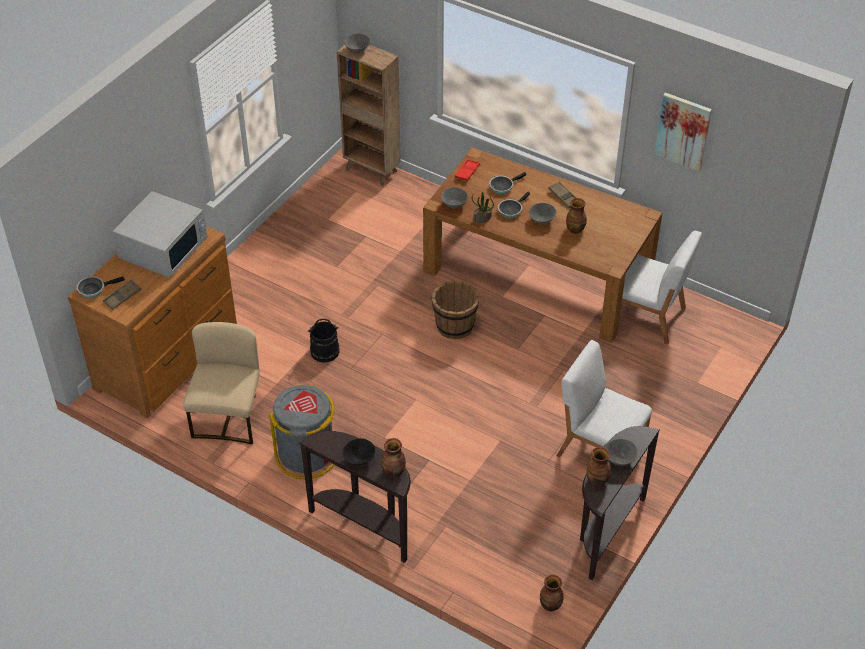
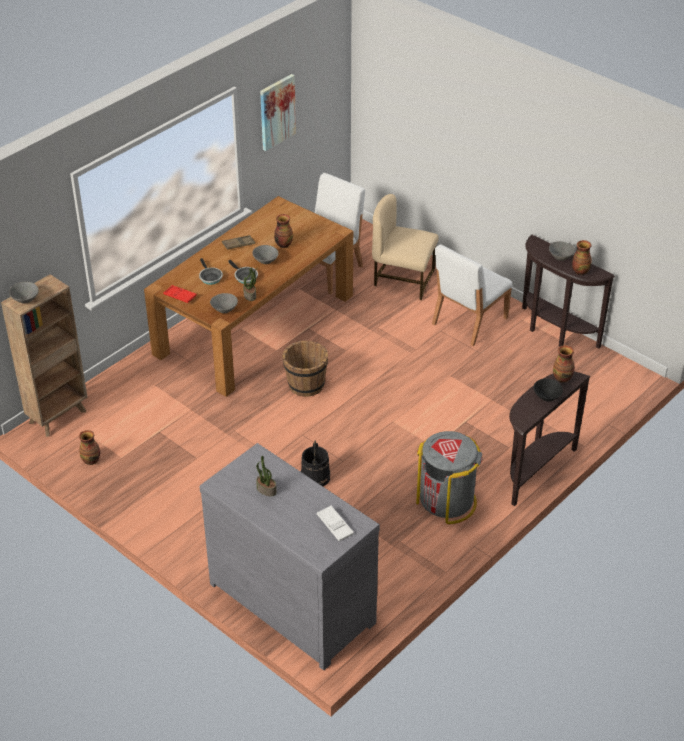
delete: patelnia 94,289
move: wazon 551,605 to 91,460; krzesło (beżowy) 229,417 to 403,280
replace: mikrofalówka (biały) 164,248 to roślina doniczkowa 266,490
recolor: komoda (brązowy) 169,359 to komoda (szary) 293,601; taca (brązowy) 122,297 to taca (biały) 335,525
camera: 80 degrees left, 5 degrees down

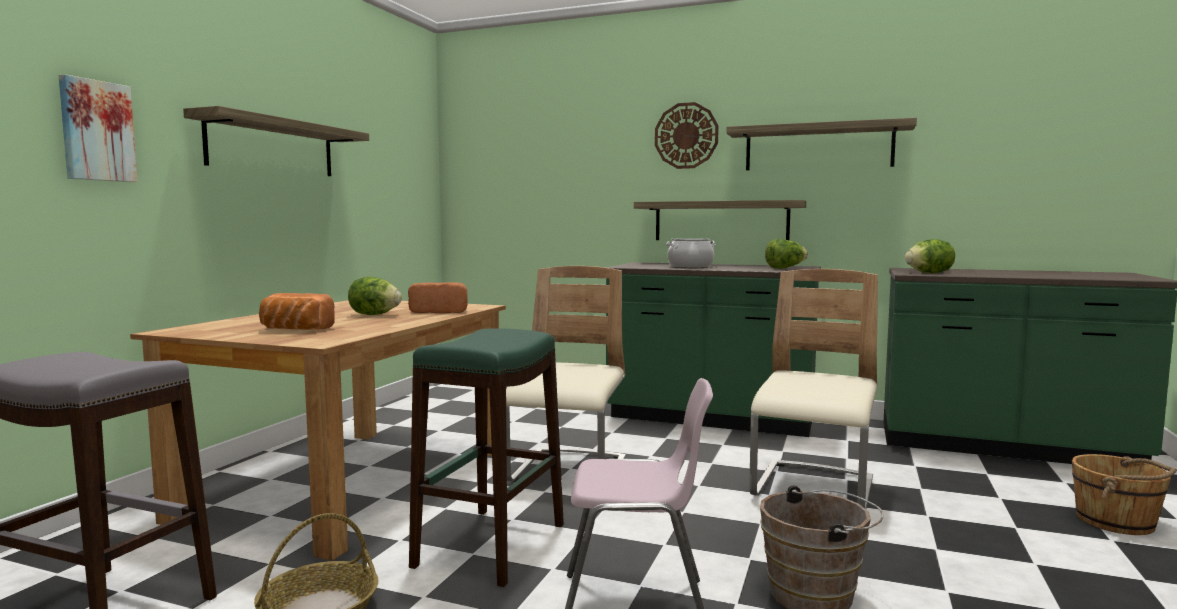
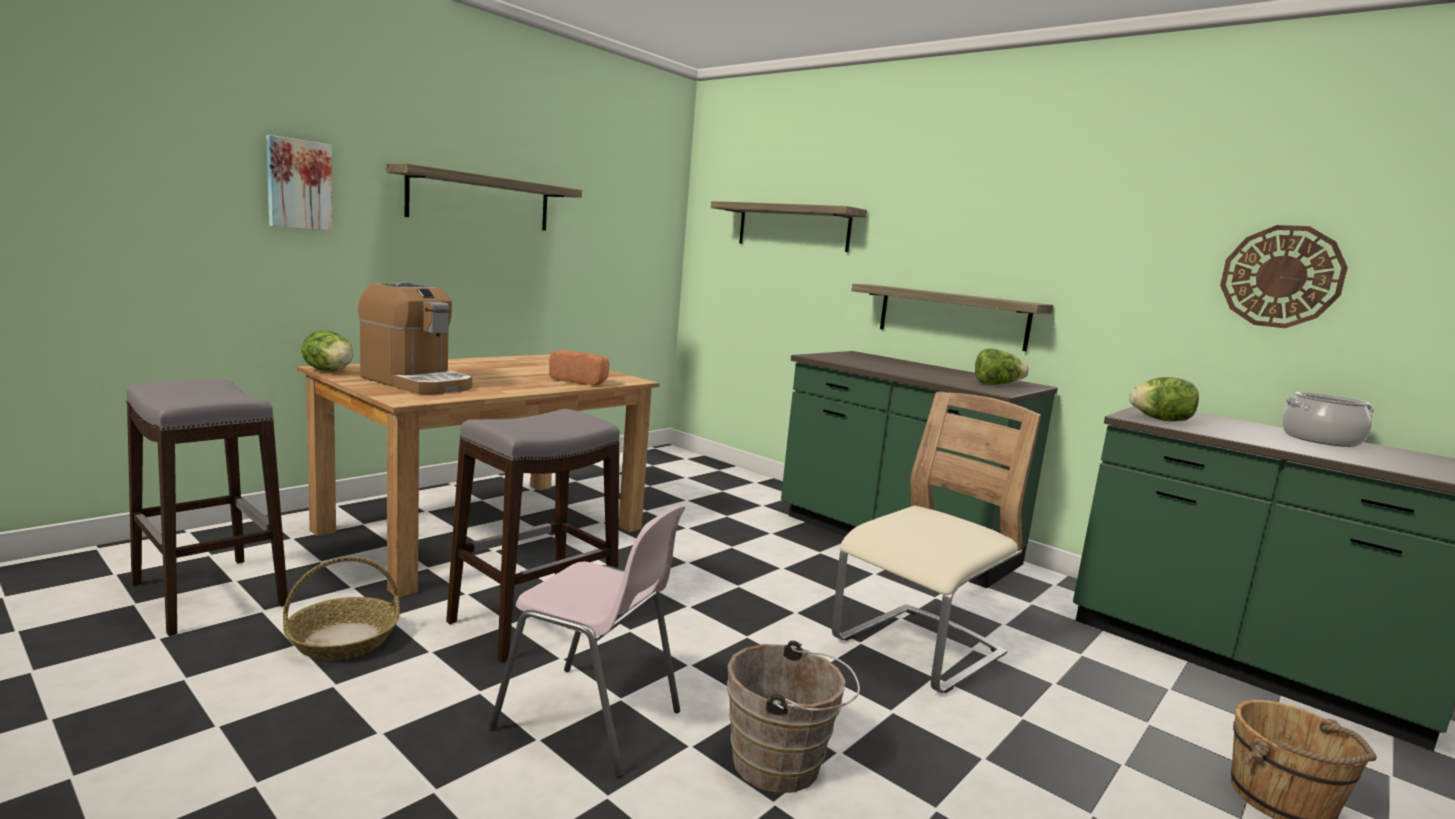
delete: krzesło (beżowy) 568,472
move: sałata 374,315 to 329,371; półka 818,147 to 793,227; zegar ścienny 686,136 to 1281,276; garnek 690,267 to 1321,440
replace: chleb 294,330 to ekspres do kawy 416,382
recolor: stołek (zielony) 491,545 to stołek (szary) 533,620
camera: 20 degrees right, 5 degrees up

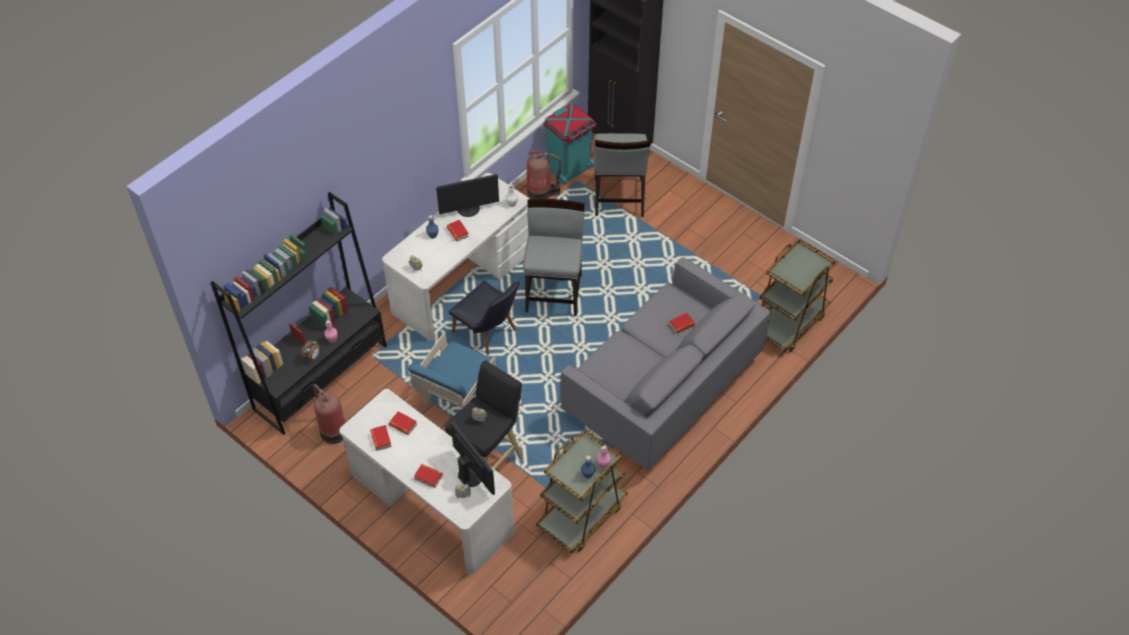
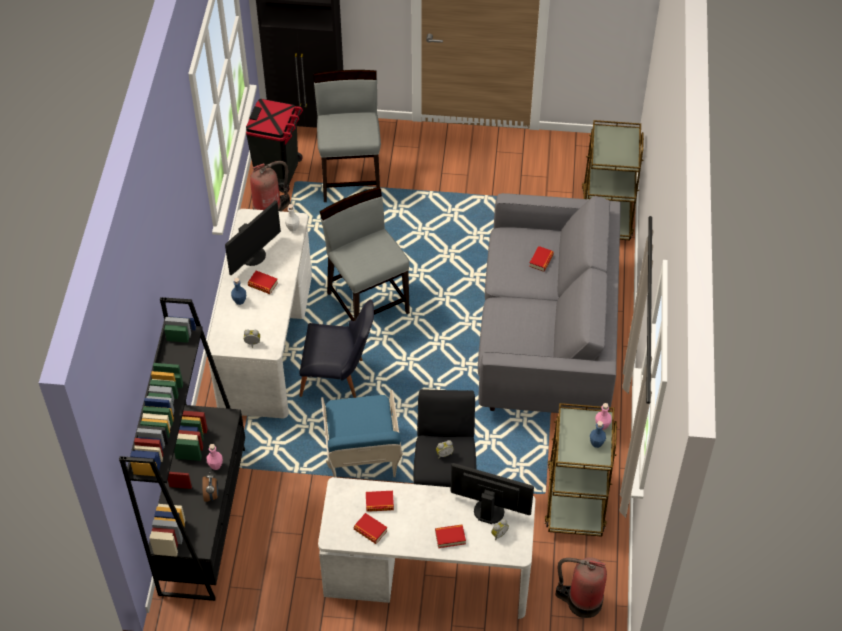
move: gaśnica 332,430 to 581,601
recolor: kosz na śmieci (turkusowy) 569,169 to kosz na śmieci (czarny) 278,174
rotate: krzesło (szary) 618,198 = 351,178 150 degrees counterclockwise
camera: 35 degrees left, 0 degrees up

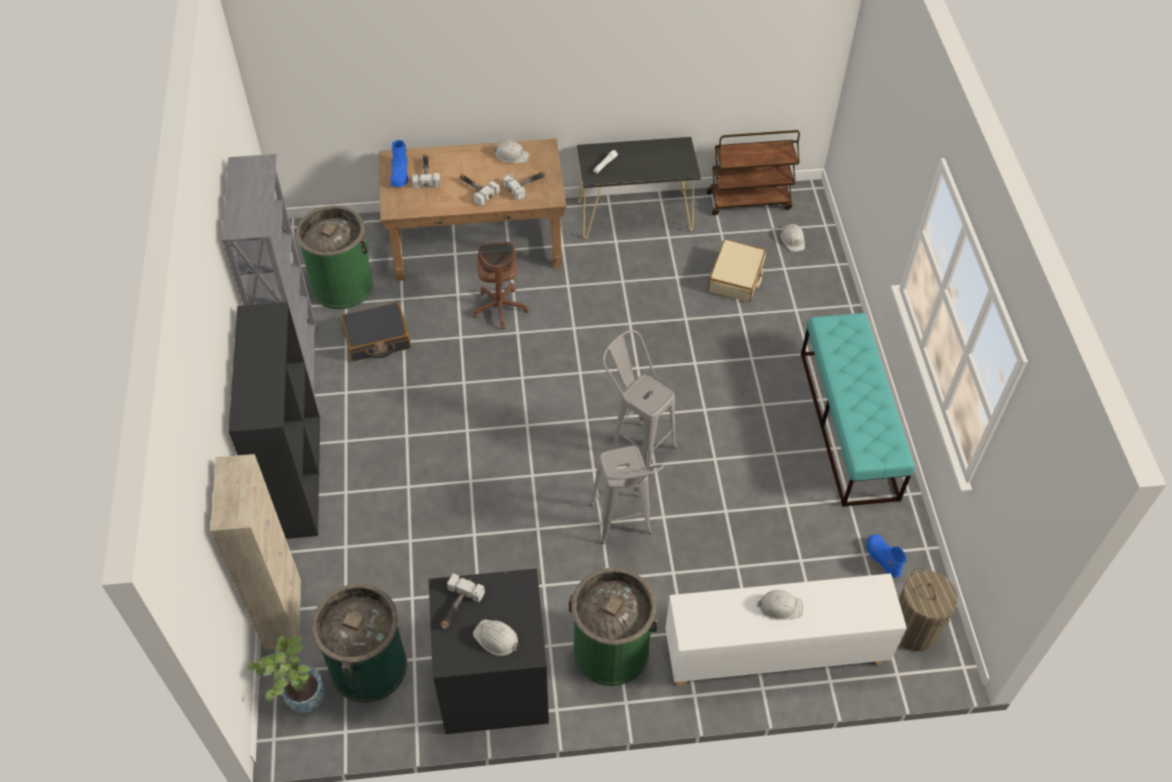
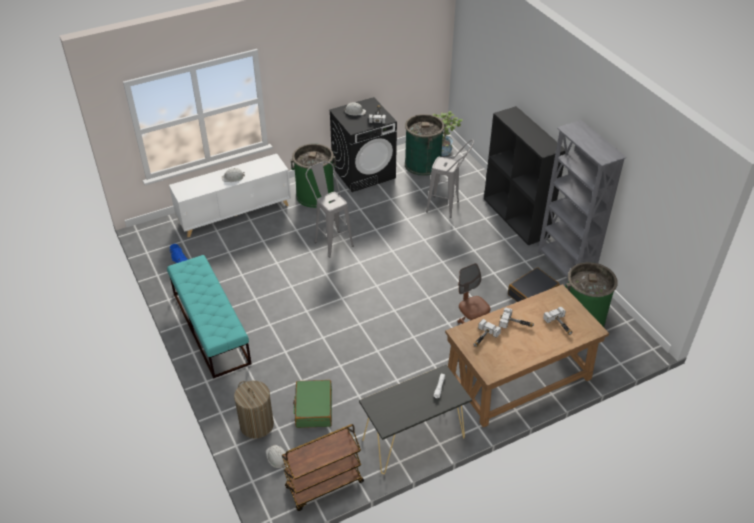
delete: szafka (beżowy) 283,614; but z cholewką (niebieski) 400,174; kask (biały) 511,155
move: kosz na pranie 913,628 to 256,424; stołek (szary) 635,444 to 448,208
recolor: walizka (beżowy) 736,277 to walizka (zielony) 313,408
camera: 160 degrees right, 10 degrees down

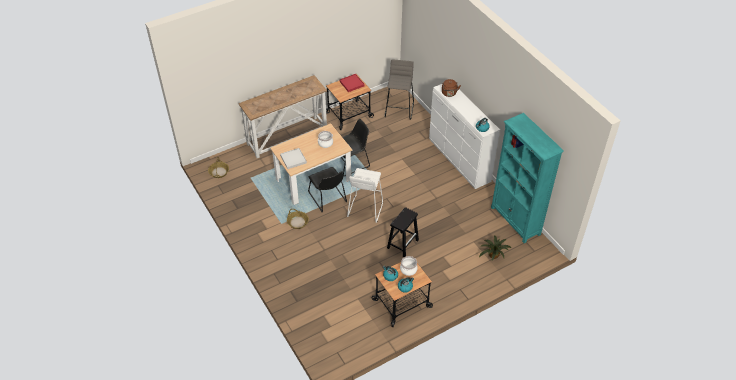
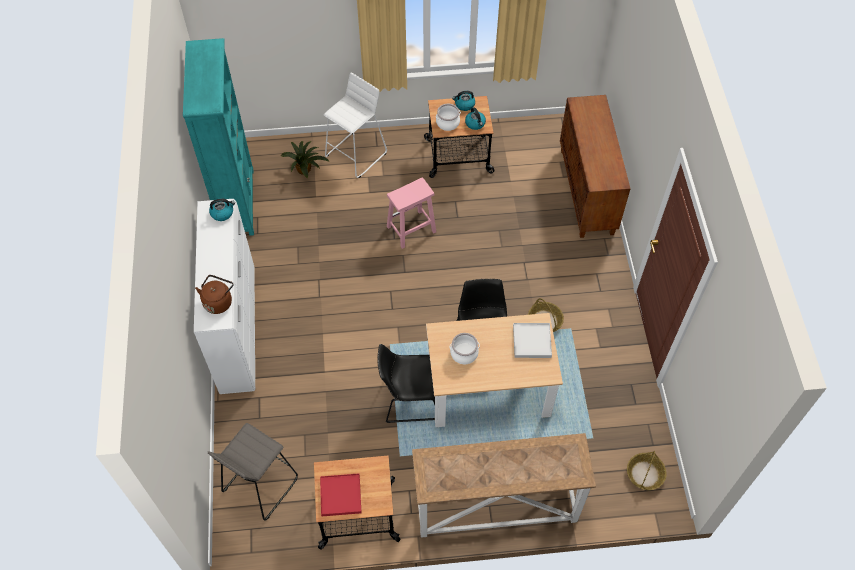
insert: szafka (brązowy) 587,192
move: stołek (biały) 365,209 to 356,154
recolor: stołek (czarny) 403,243 to stołek (różowy) 410,229
camera: 155 degrees left, 10 degrees up

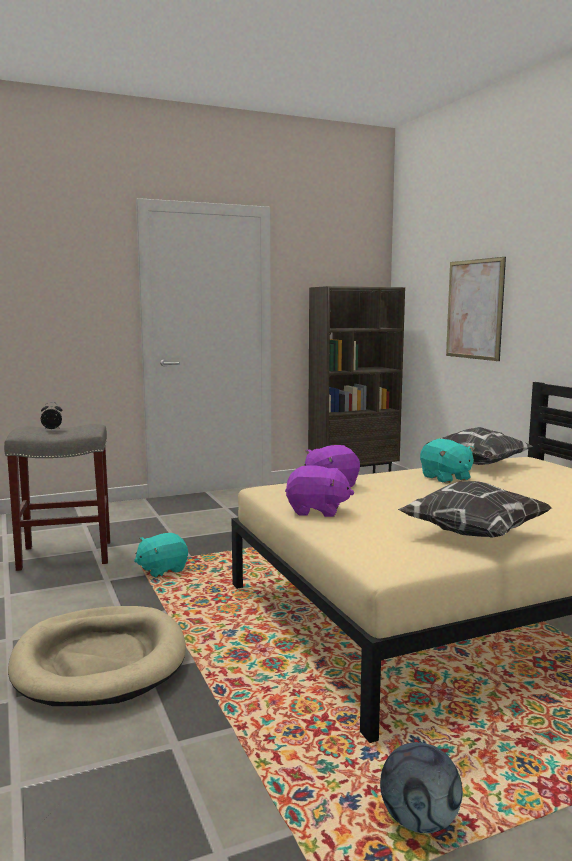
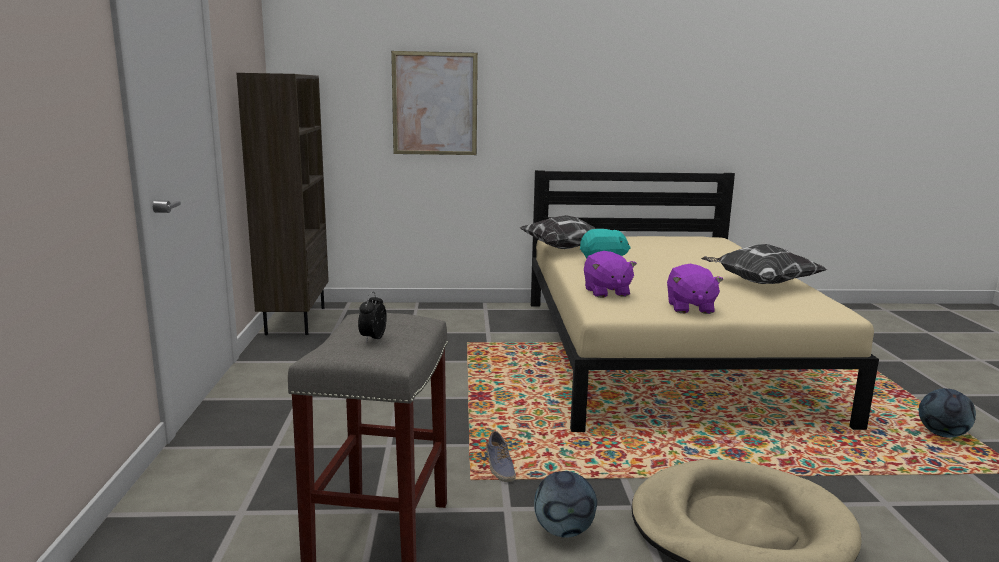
insert: piłka futbolowa 563,531
replace: pluszak (turkusowy) 162,570 to but 499,467
rotate: pluszak (fioletowy) 317,511 = 689,308 150 degrees clockwise
camera: 70 degrees left, 5 degrees up

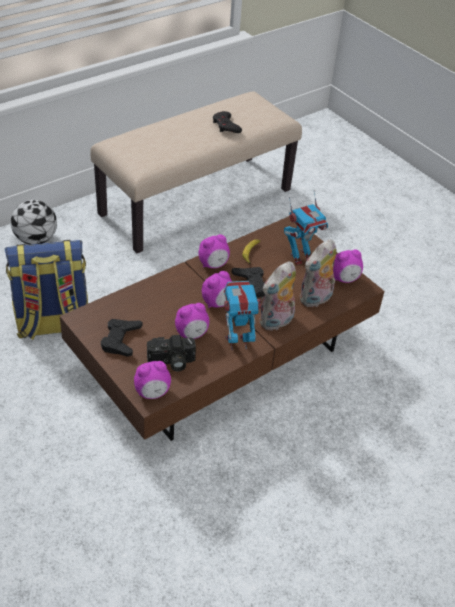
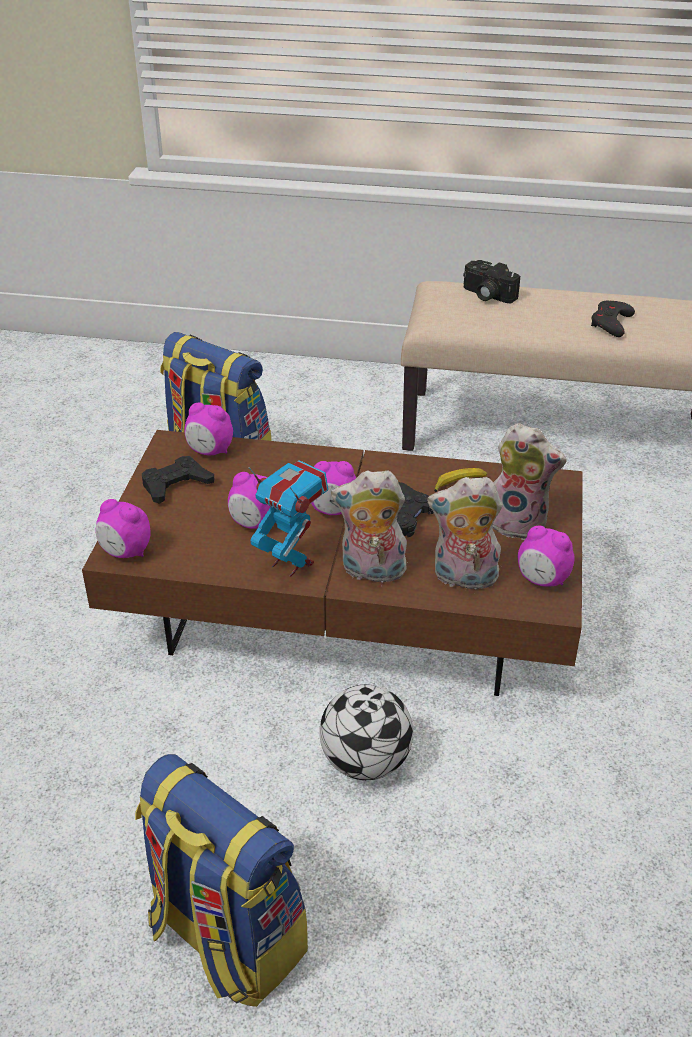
insert: plecak 225,938
move: budzik 213,265 to 210,451; piłka futbolowa 36,240 to 365,763; aparat fotograficzny 171,362 to 486,295
replace: robot zabawkowy 301,257 to pluszak 518,522
camera: 50 degrees right, 5 degrees down

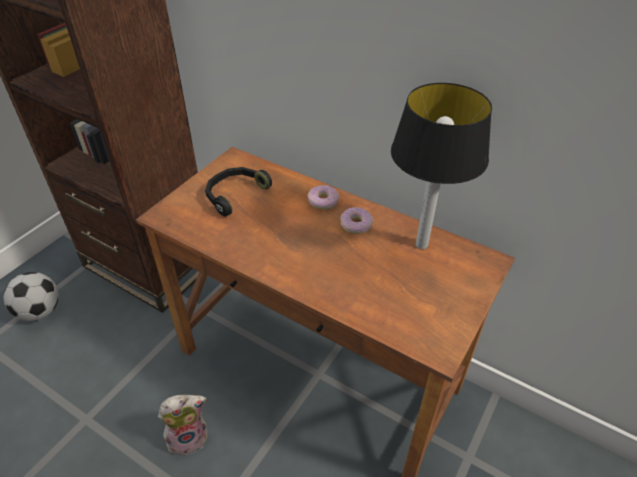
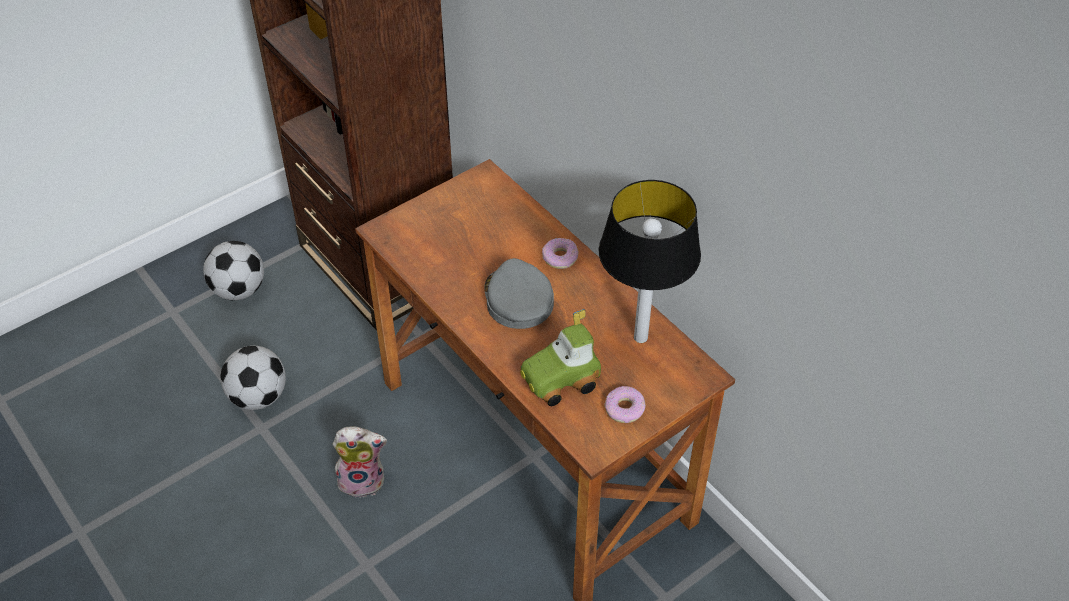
delete: słuchawki (czarny) 235,194
insert: piłka futbolowa 258,397; czapka z daszkiem (szary) 517,299; samochodzik 560,380
move: donut 356,224 to 625,409
camera: 20 degrees right, 5 degrees up

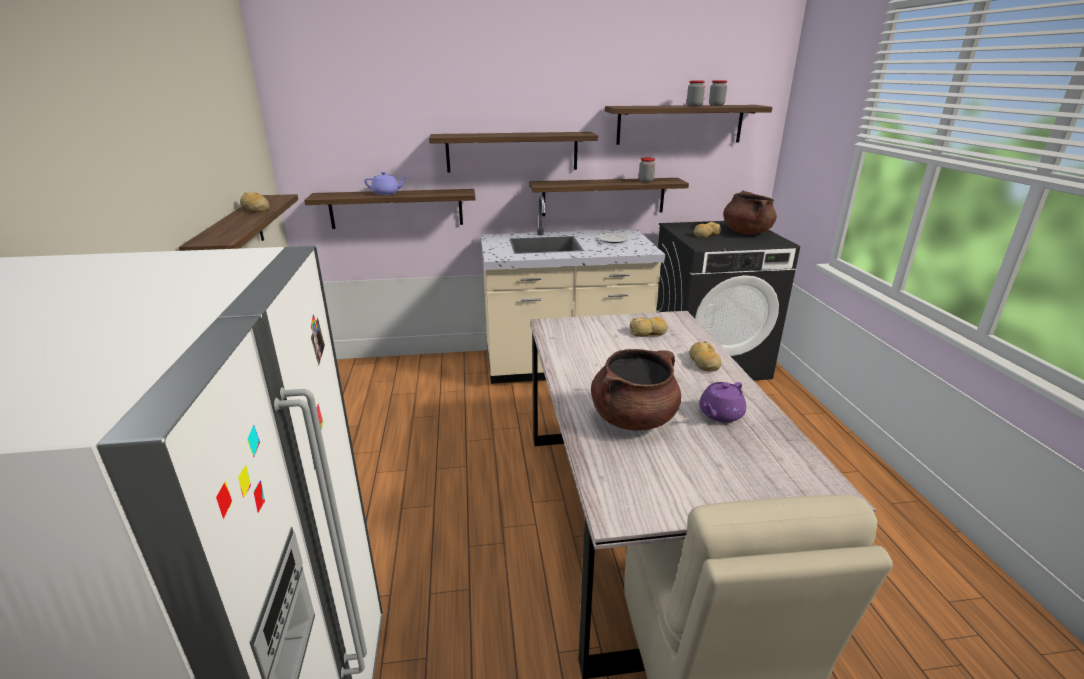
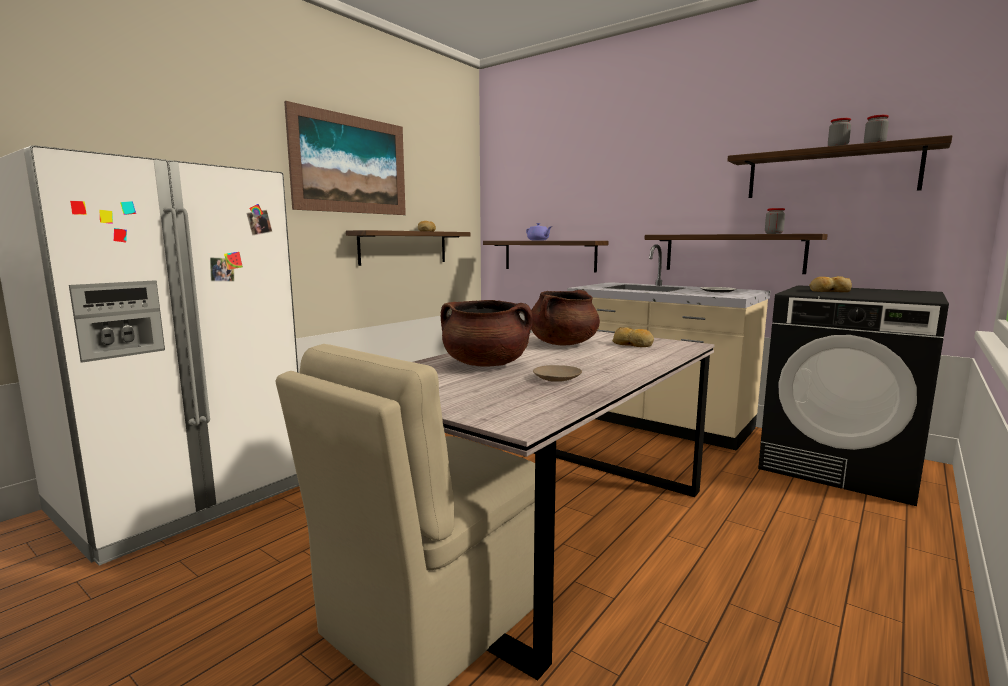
delete: półka 512,152; chleb 704,363
insert: obraz 351,164
move: garnek (brązowy) 746,232 to 563,344
replace: imbryk (fioletowy) 720,414 to talerz (beżowy) 557,378
camera: 45 degrees right, 15 degrees down

